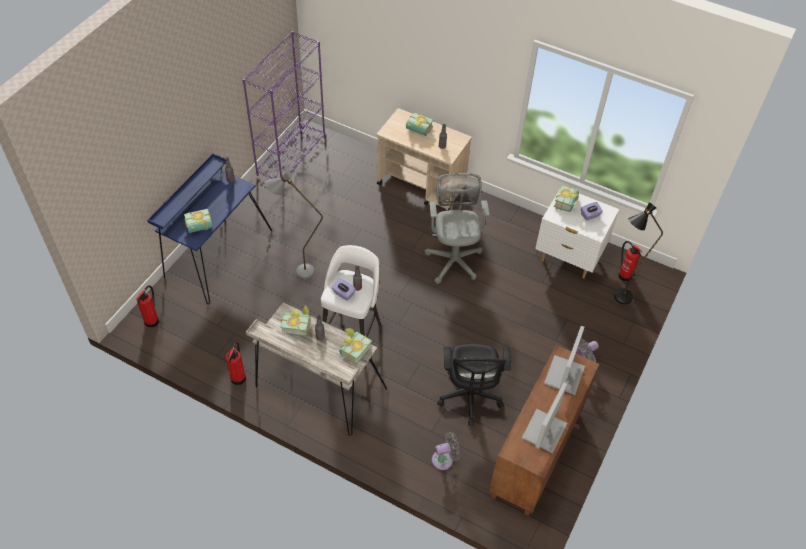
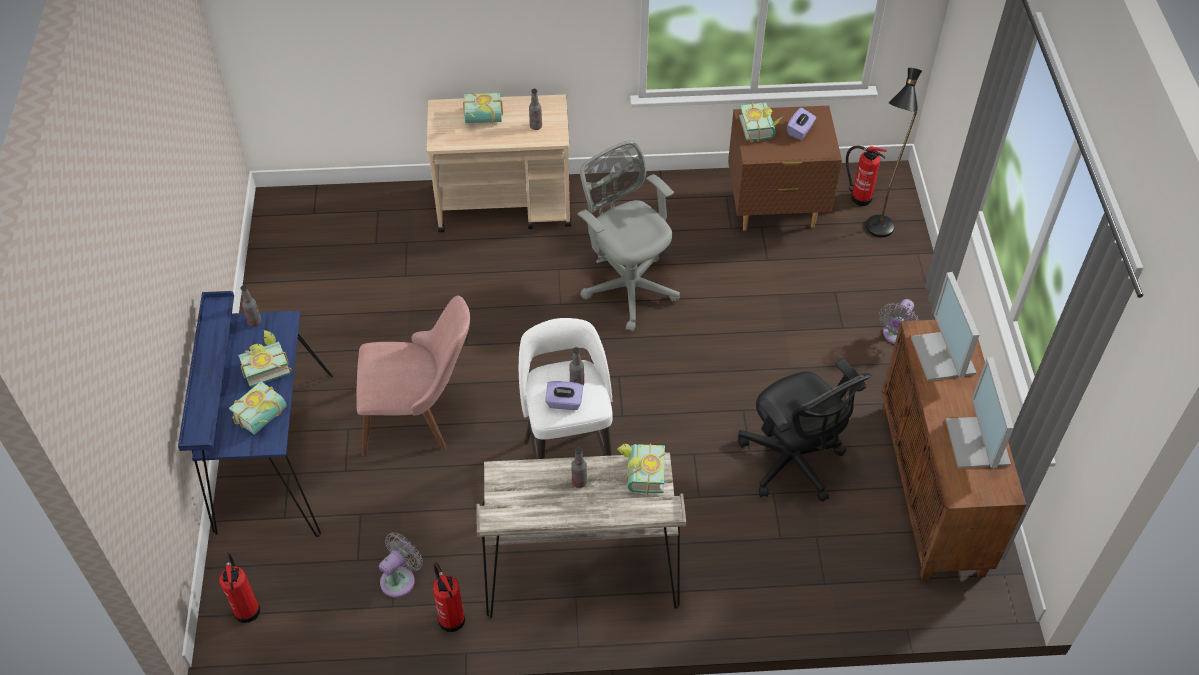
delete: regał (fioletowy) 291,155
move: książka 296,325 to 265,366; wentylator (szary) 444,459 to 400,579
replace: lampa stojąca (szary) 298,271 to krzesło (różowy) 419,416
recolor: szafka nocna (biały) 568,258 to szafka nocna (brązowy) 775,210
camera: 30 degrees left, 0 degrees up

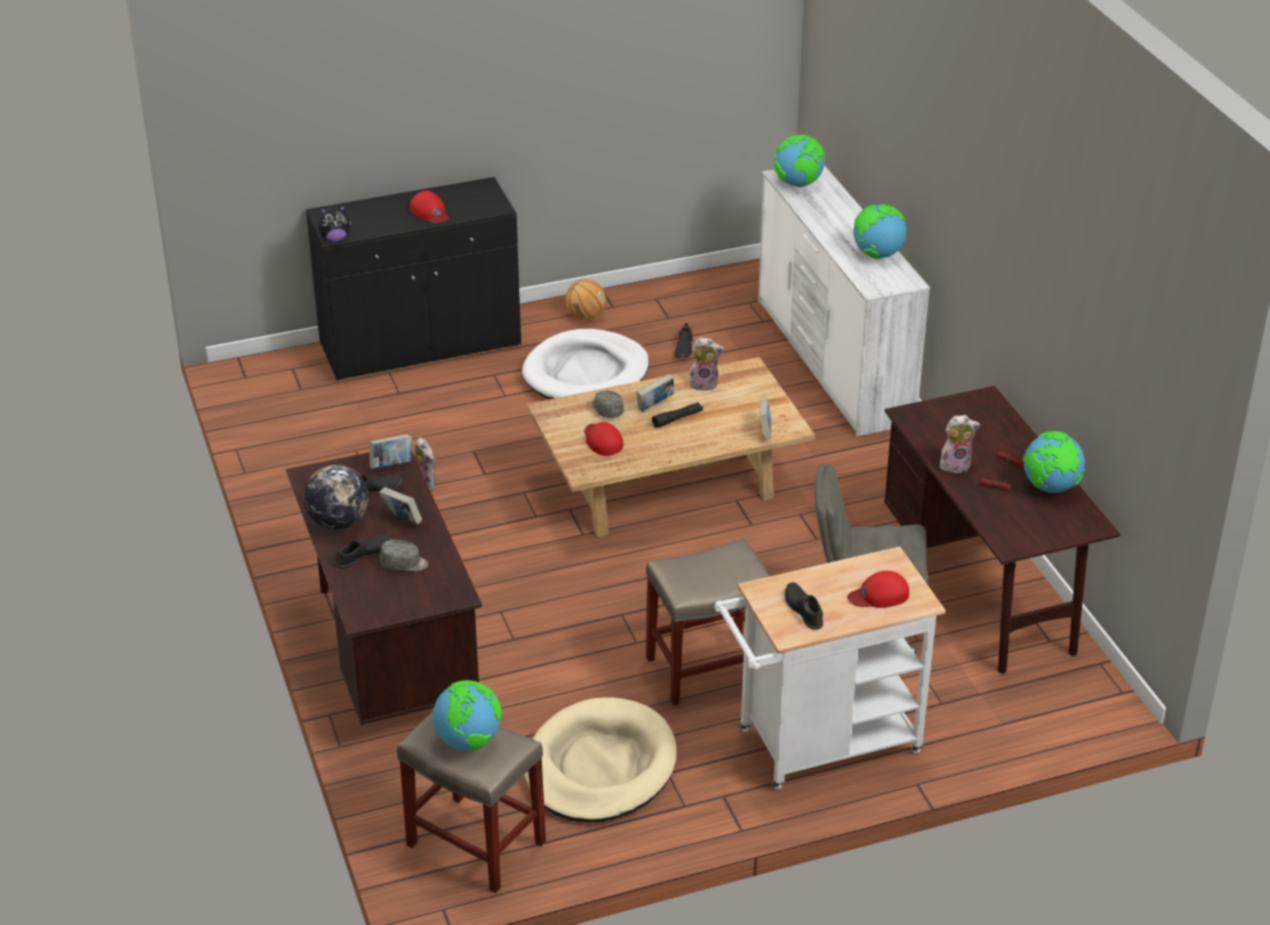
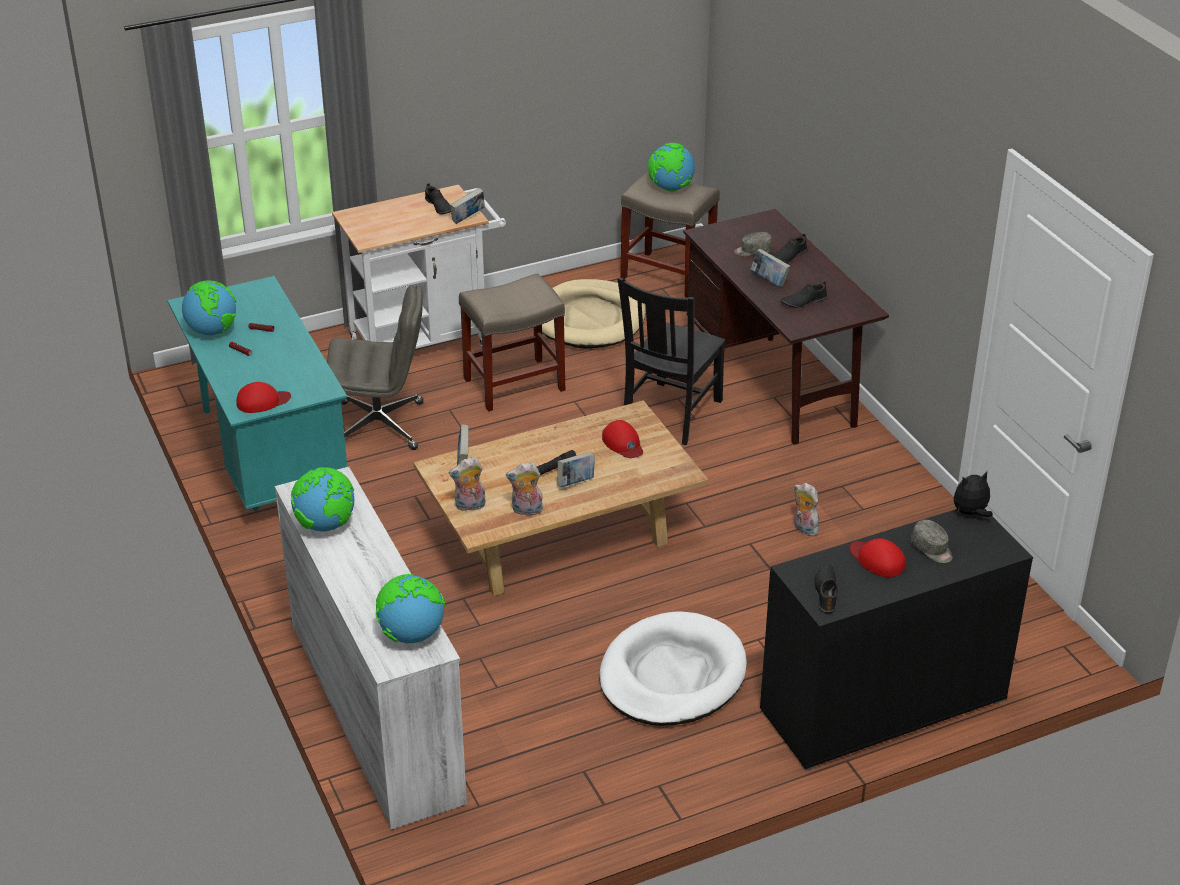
delete: globus 338,522; piłka do koszykówki 585,316
insert: krzesło (czarny) 670,414
move: czapka z daszkiem (czerwony) 879,595 to 262,401; pluszak 955,464 to 470,506; książka 391,465 to 468,219; but (czarny) 683,348 to 826,592; czapka z daszkiem (szary) 606,410 to 932,549
recolor: biurko (brązowy) 983,589 to biurko (turkusowy) 267,459
camera: 175 degrees right, 0 degrees up

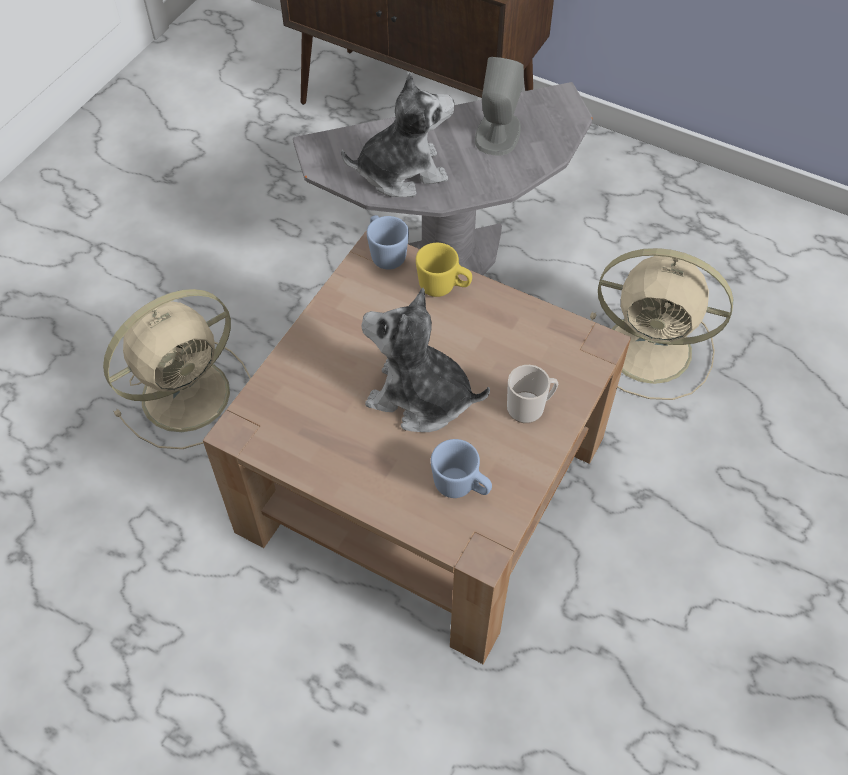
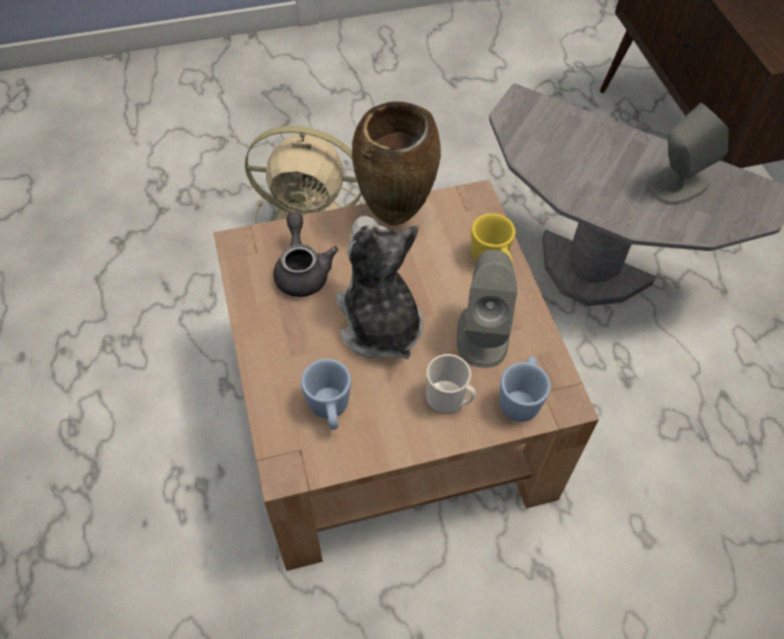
delete: pluszak 402,172; wentylator (beżowy) 653,350
insert: imbryk (szary) 302,270; wazon (brązowy) 395,219; głośnik (szary) 483,334
move: kubek (niebieski) 385,254 to 520,399
camera: 45 degrees right, 0 degrees up

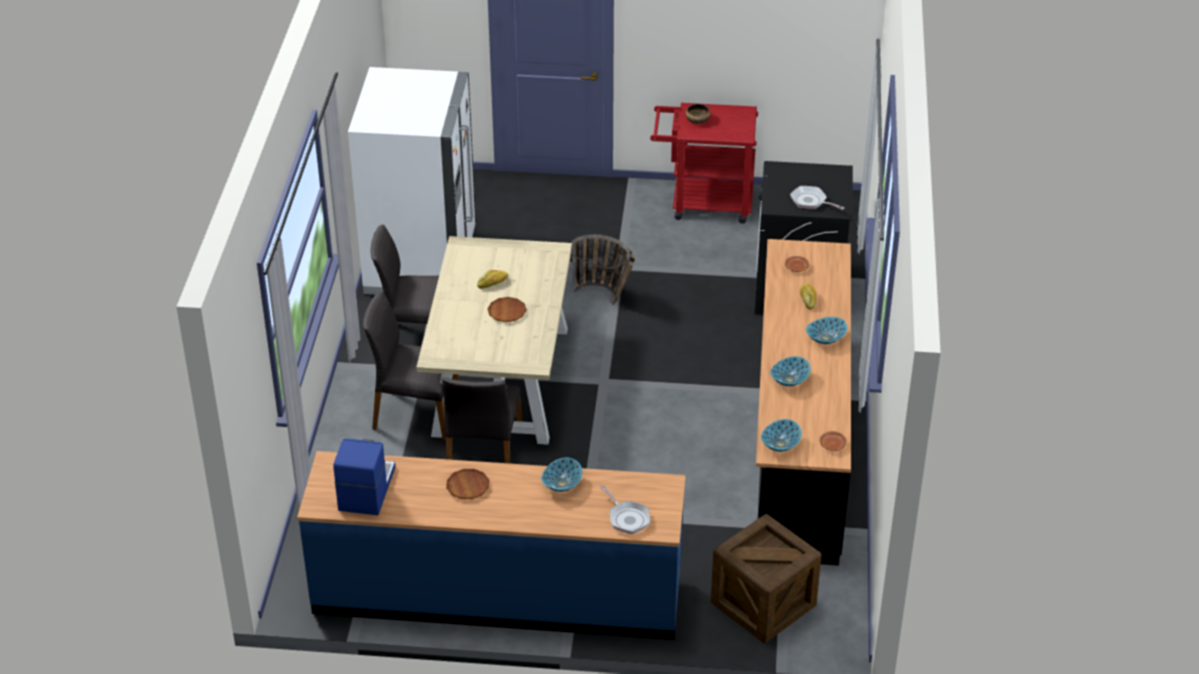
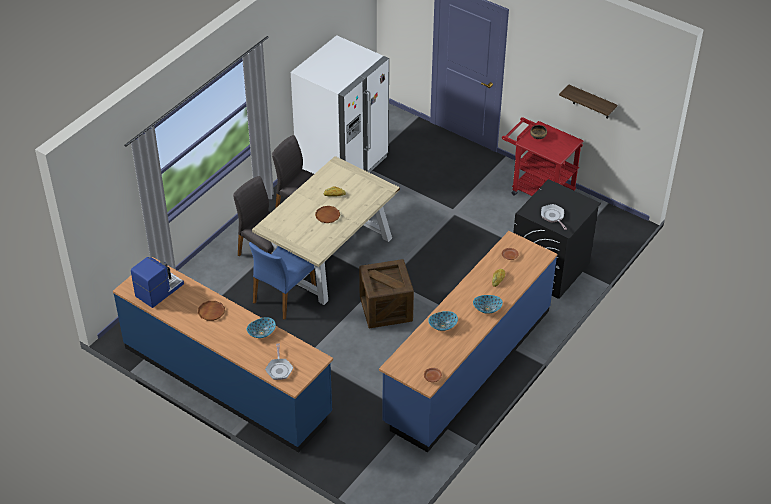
delete: koszyk 605,297; miska 780,444
insert: półka 591,102
move: skrzynka 763,604 to 386,309
recolor: krzesło (szary) 483,456 to krzesło (niebieski) 283,296; zabudowa kuchenna (czarny) 798,442 to zabudowa kuchenna (niebieski) 467,366
camera: 30 degrees right, 5 degrees up

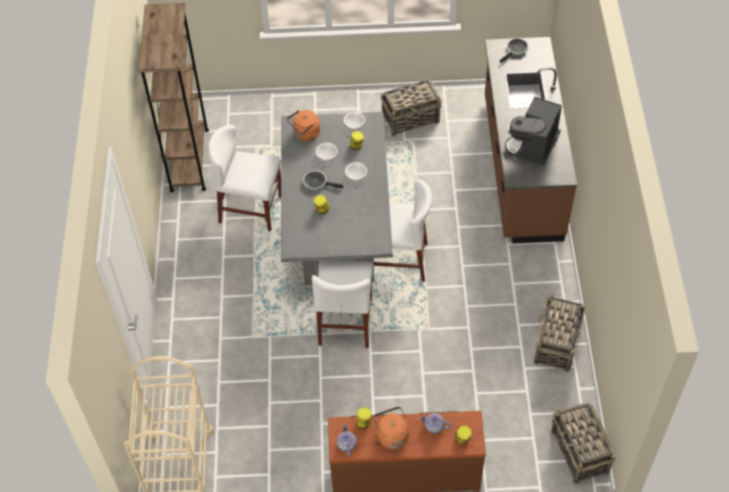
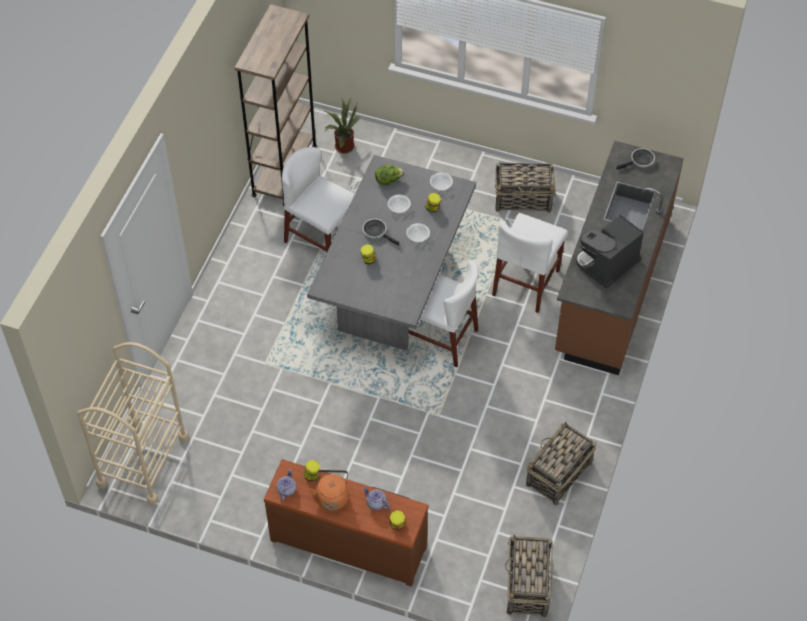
insert: roślina doniczkowa 342,146
move: krzesło (biały) 345,321 to 526,282
replace: czajnik (pomarańczowy) 305,134 to sałata 388,180
camera: 20 degrees right, 0 degrees up

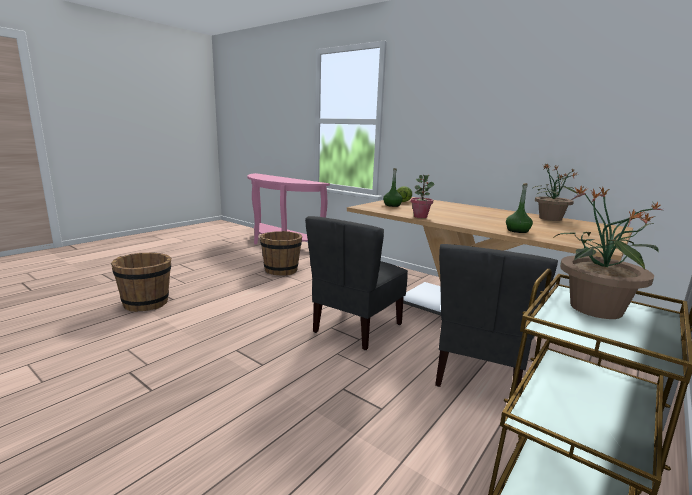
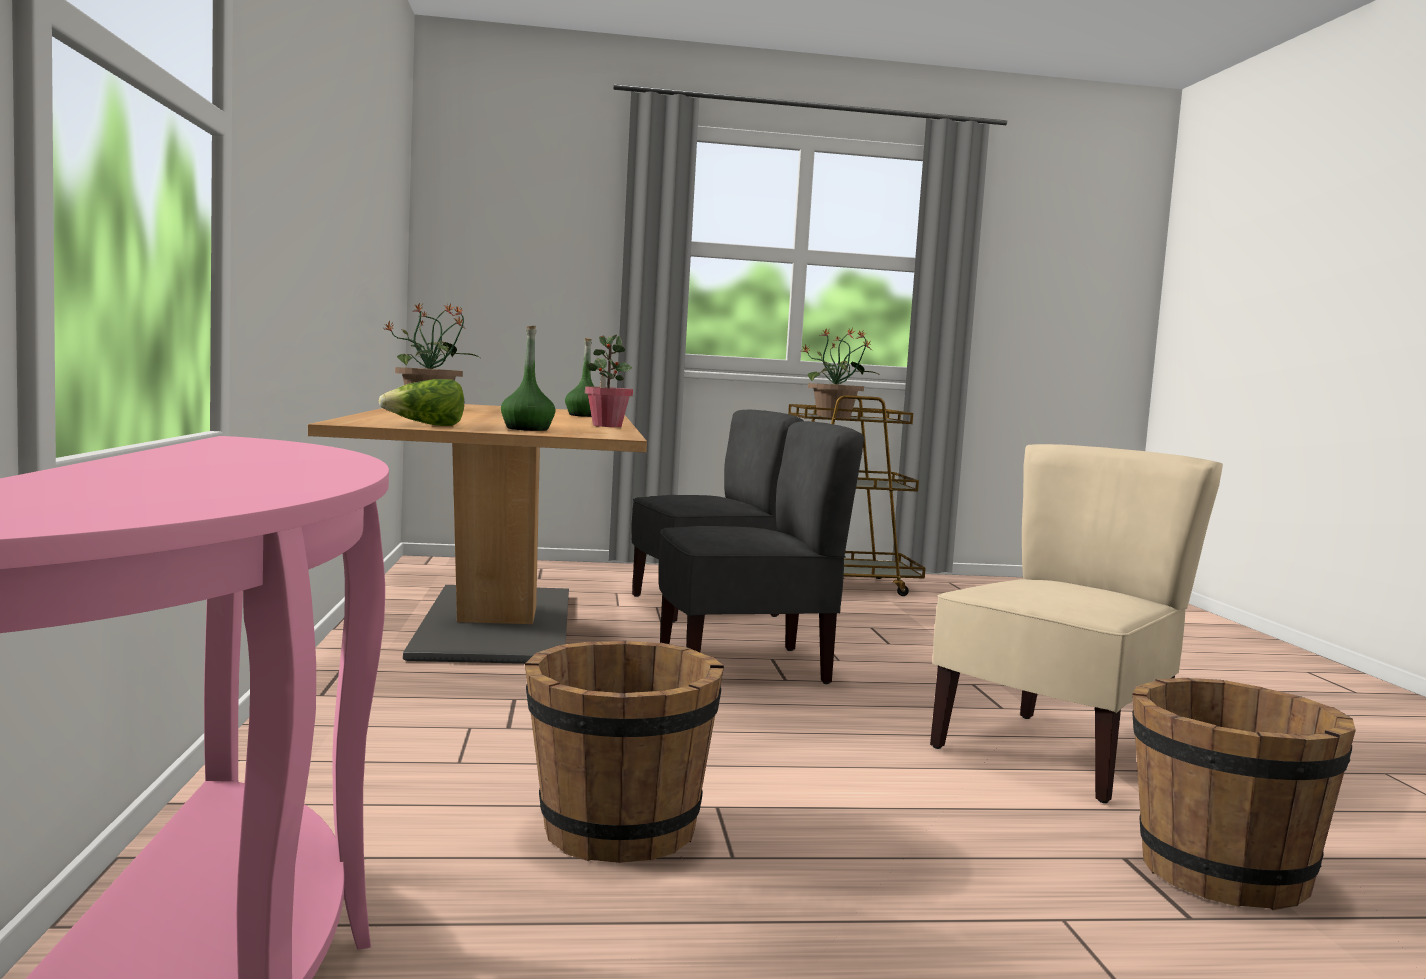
insert: krzesło (beżowy) 1055,754
camera: 135 degrees left, 10 degrees down

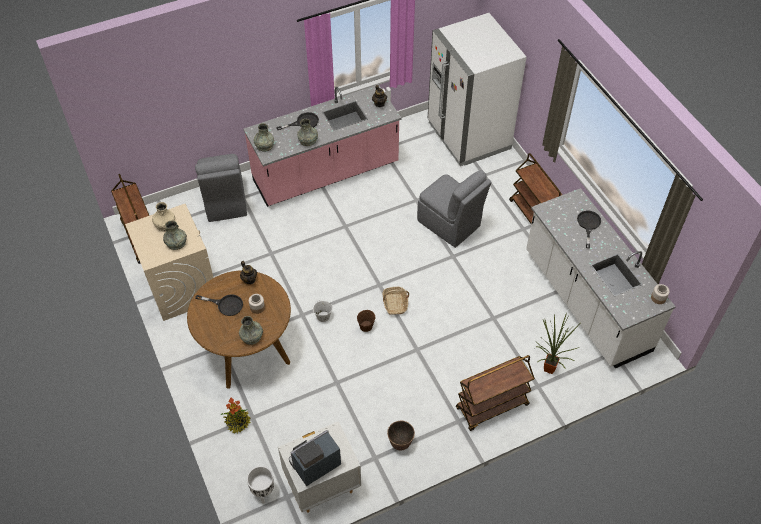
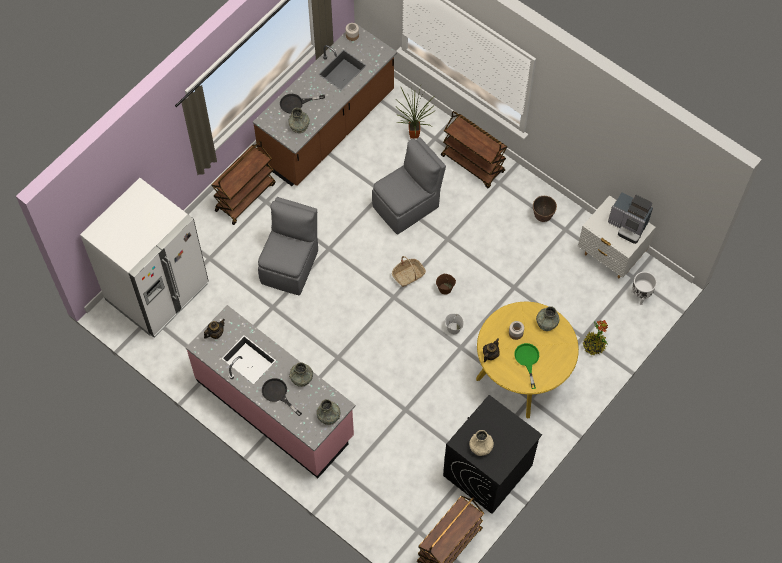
move: wazon (szary) 176,243 to 299,125; krzesło (szary) 225,202 to 407,206
recolor: zabudowa kuchenna (biały) 585,301 to zabudowa kuchenna (brązowy) 328,128; pralka (beżowy) 181,287 to pralka (czarny) 487,471; stół jadalny (brązowy) 247,349 to stół jadalny (żółty) 522,375; patelnia (czarny) 226,305 to patelnia (zielony) 527,360
camera: 115 degrees left, 10 degrees up

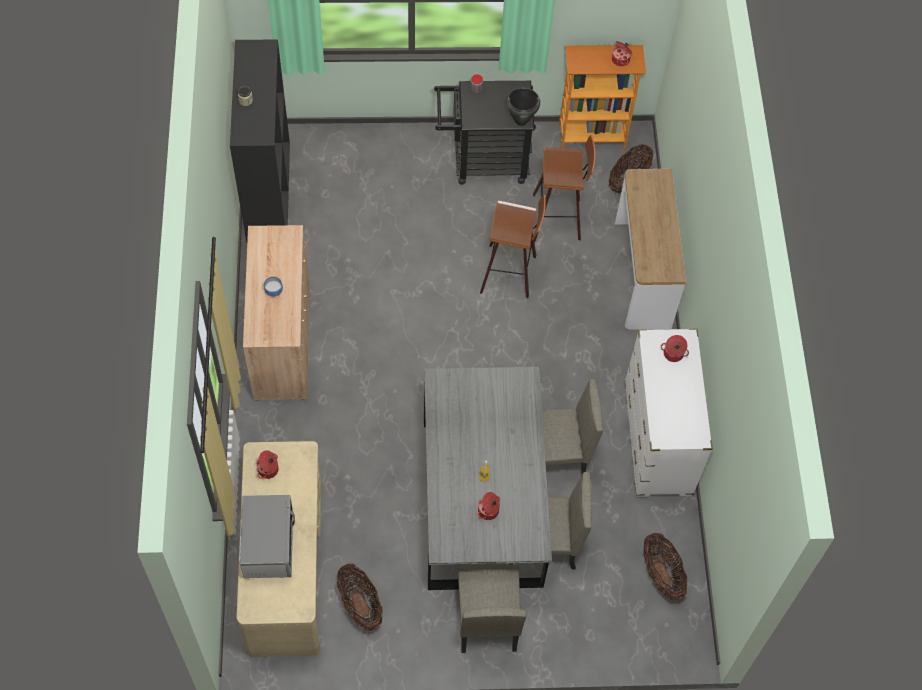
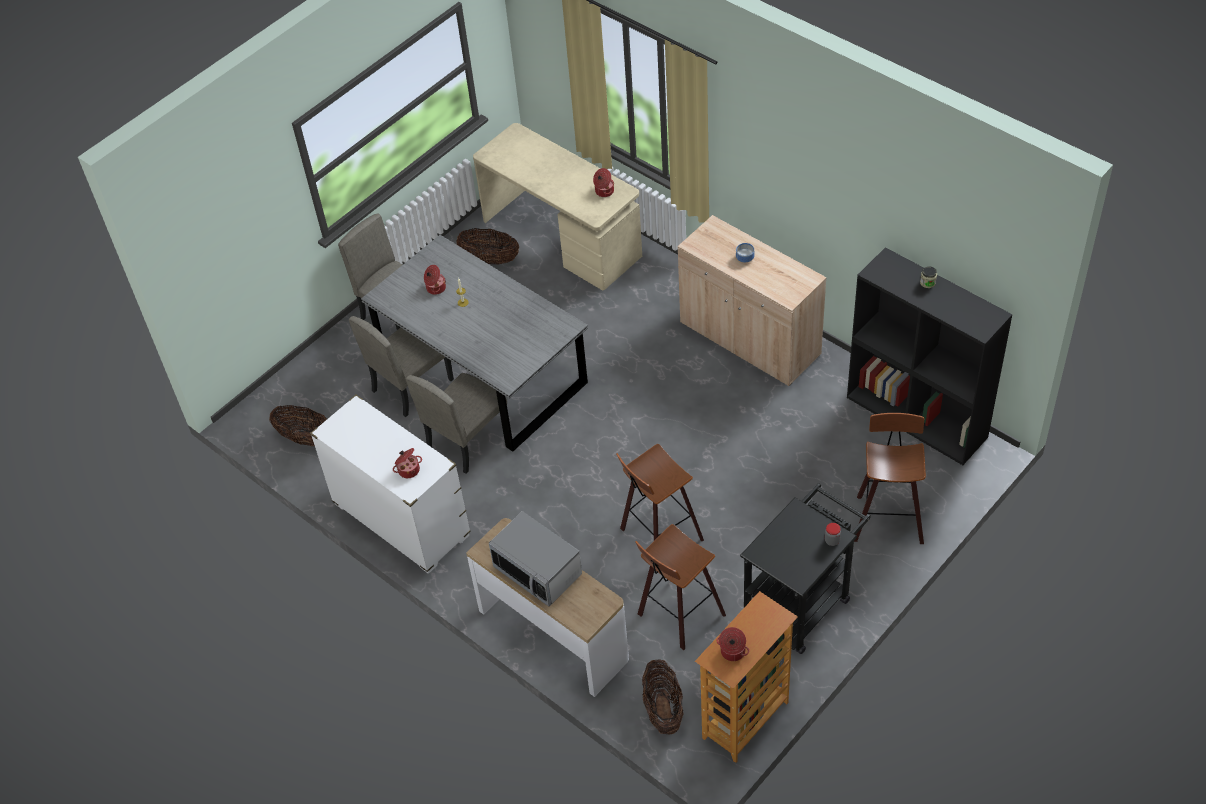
delete: garnek (czarny) 520,120
insert: stołek 887,517
move: mikrofalówka 268,544 to 538,571
camera: 140 degrees right, 10 degrees down

